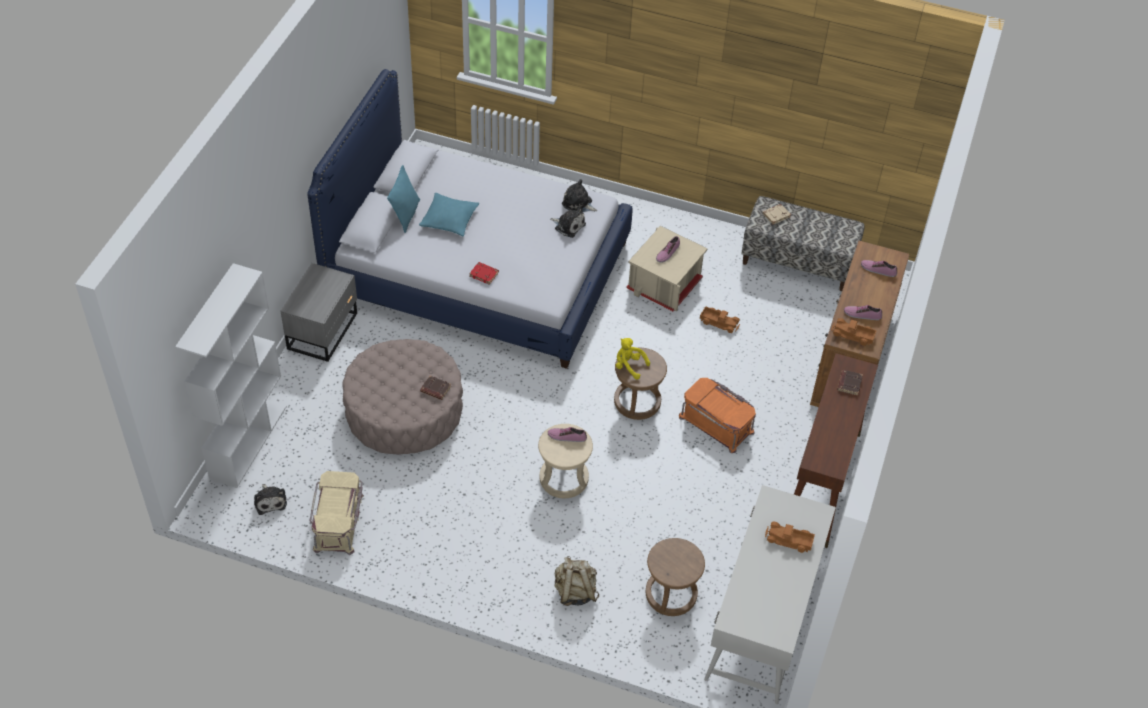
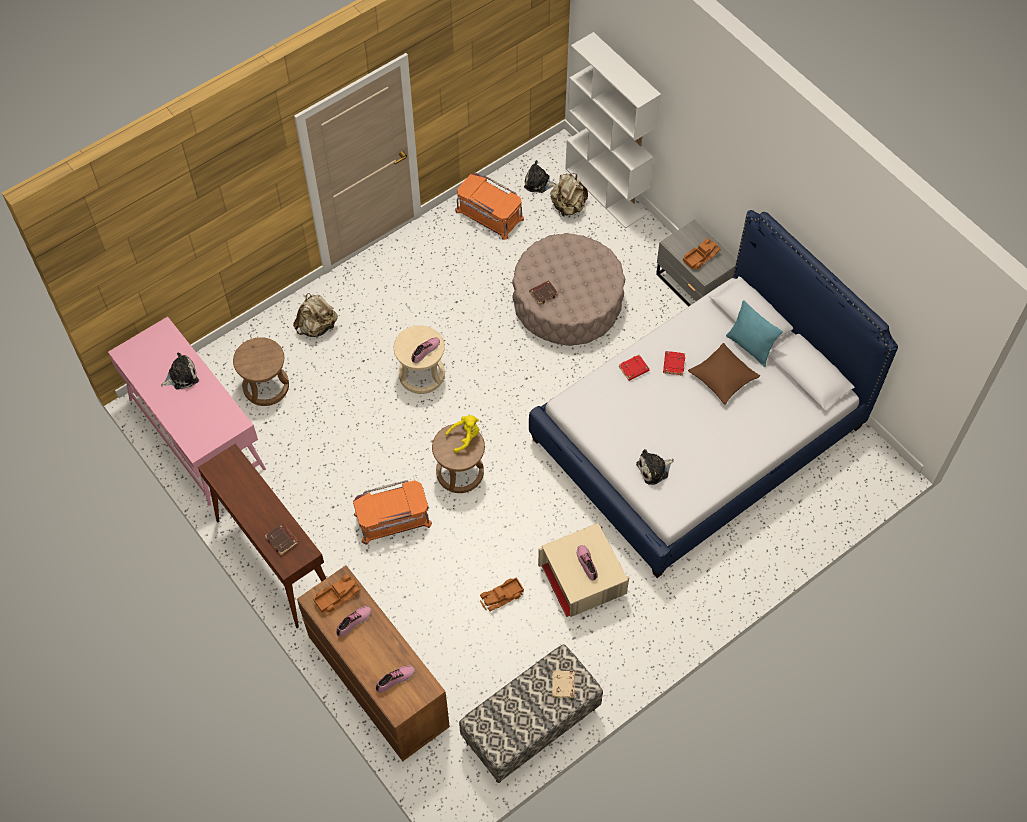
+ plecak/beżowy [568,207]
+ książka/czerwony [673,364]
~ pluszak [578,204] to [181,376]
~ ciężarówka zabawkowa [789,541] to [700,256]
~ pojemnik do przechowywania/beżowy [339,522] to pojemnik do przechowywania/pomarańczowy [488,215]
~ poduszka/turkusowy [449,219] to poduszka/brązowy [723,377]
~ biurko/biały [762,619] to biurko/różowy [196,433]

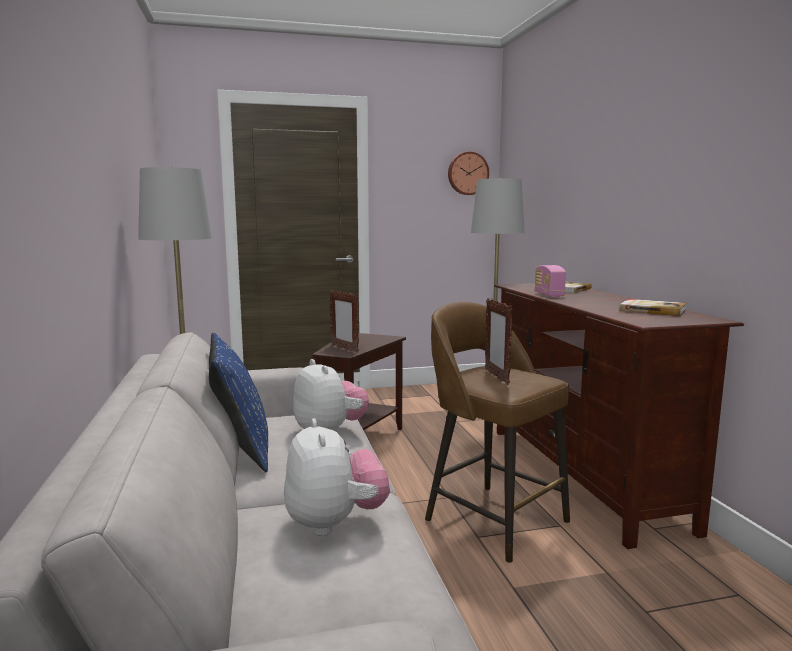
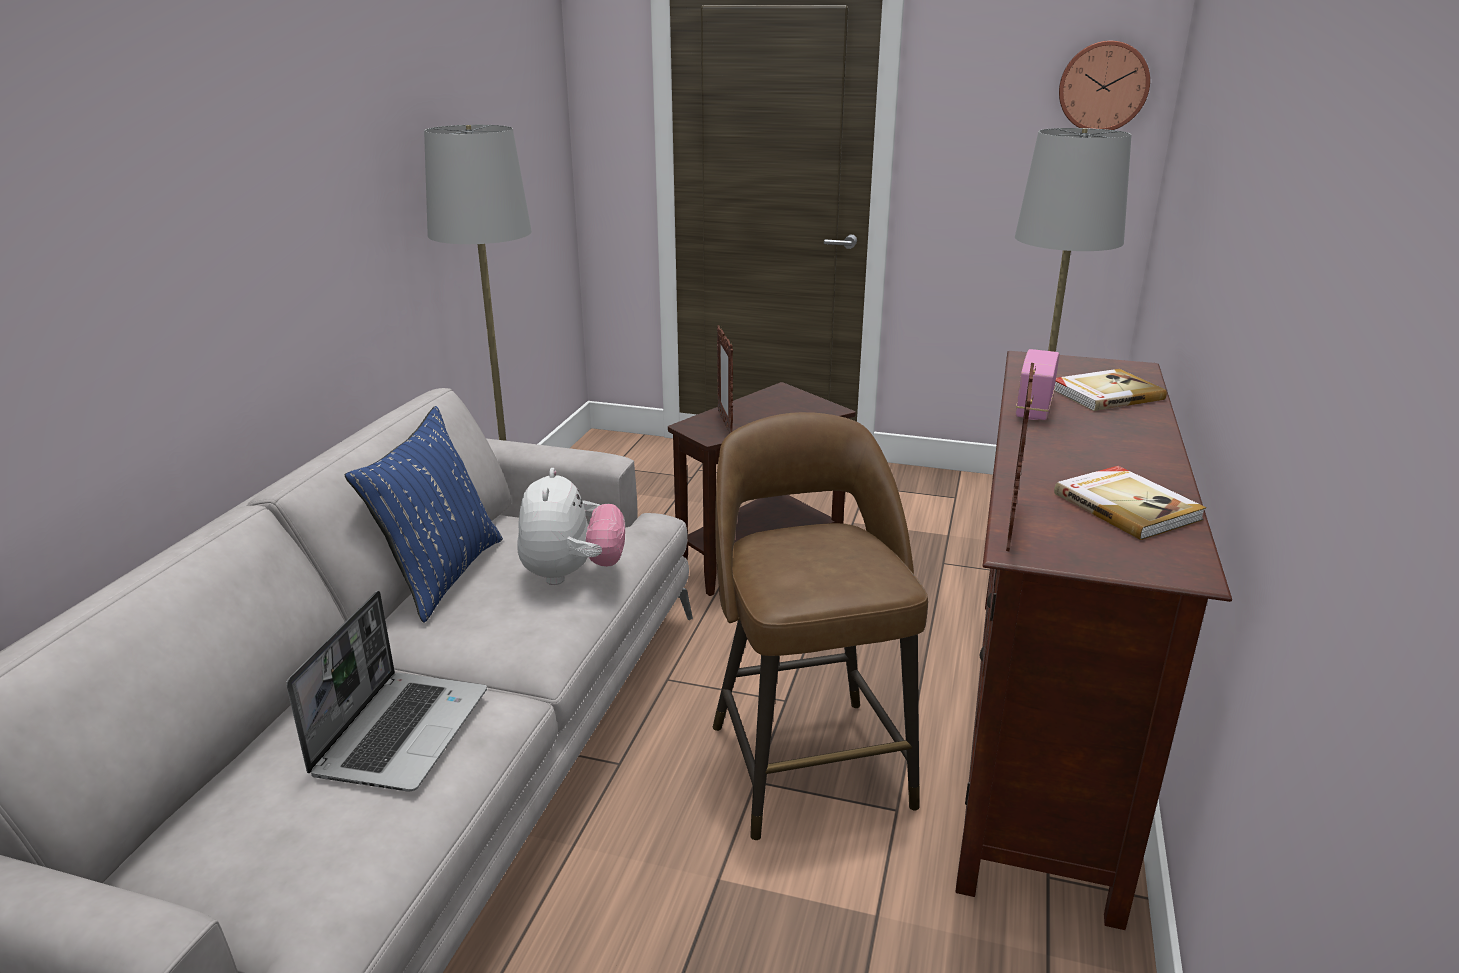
~ ramka na zdjęcie [496,377] to [1011,525]
~ pluszak [335,523] to laptop [401,731]

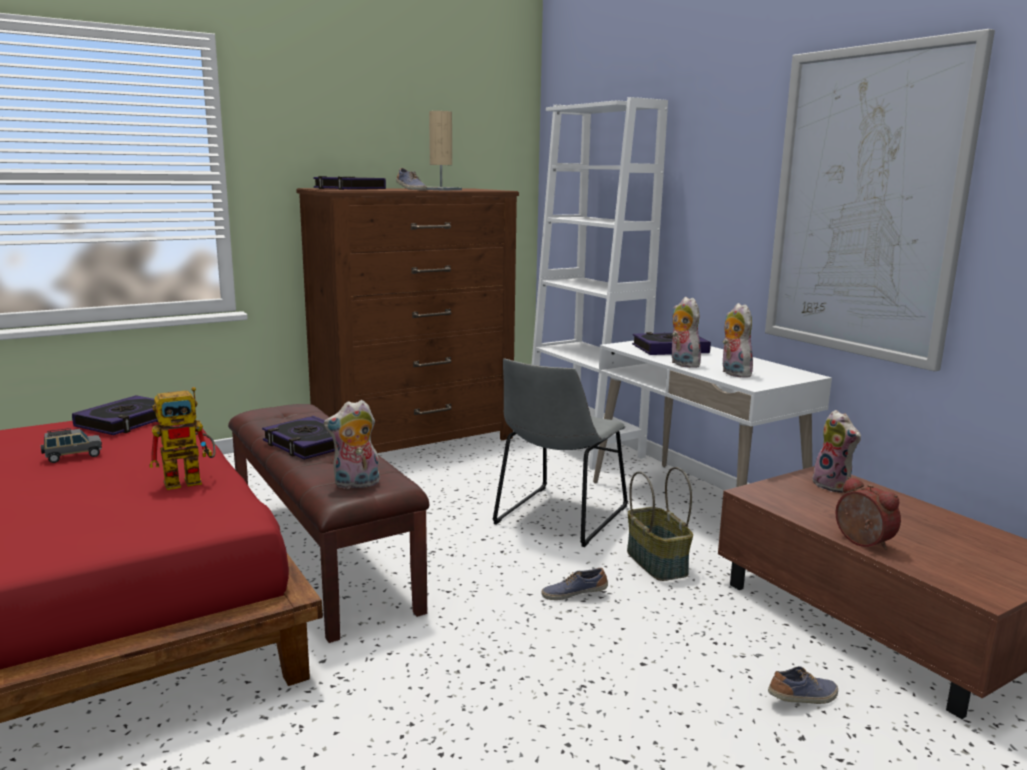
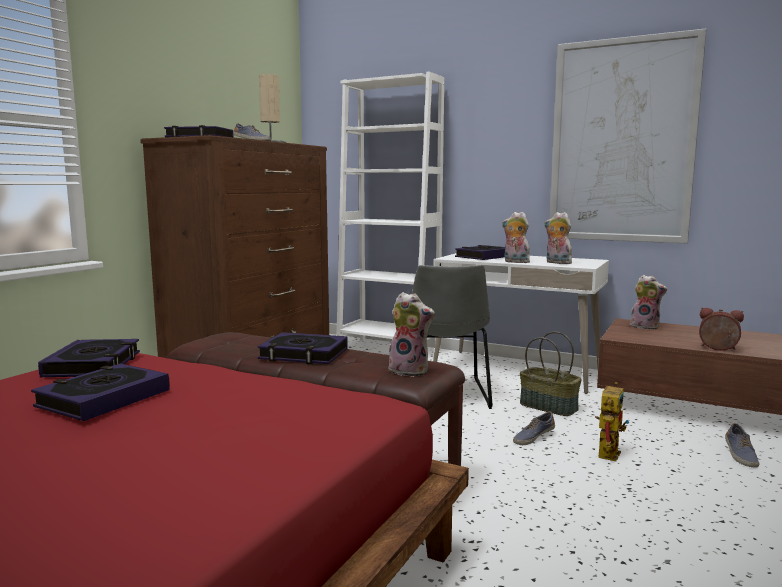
~ robot zabawkowy [191,480] to [607,451]
~ samochodzik/szary [73,456] to książka [103,399]
~ pluszak [356,484] = [410,371] 105 degrees counterclockwise
~ but [803,699] = [739,455] 150 degrees clockwise

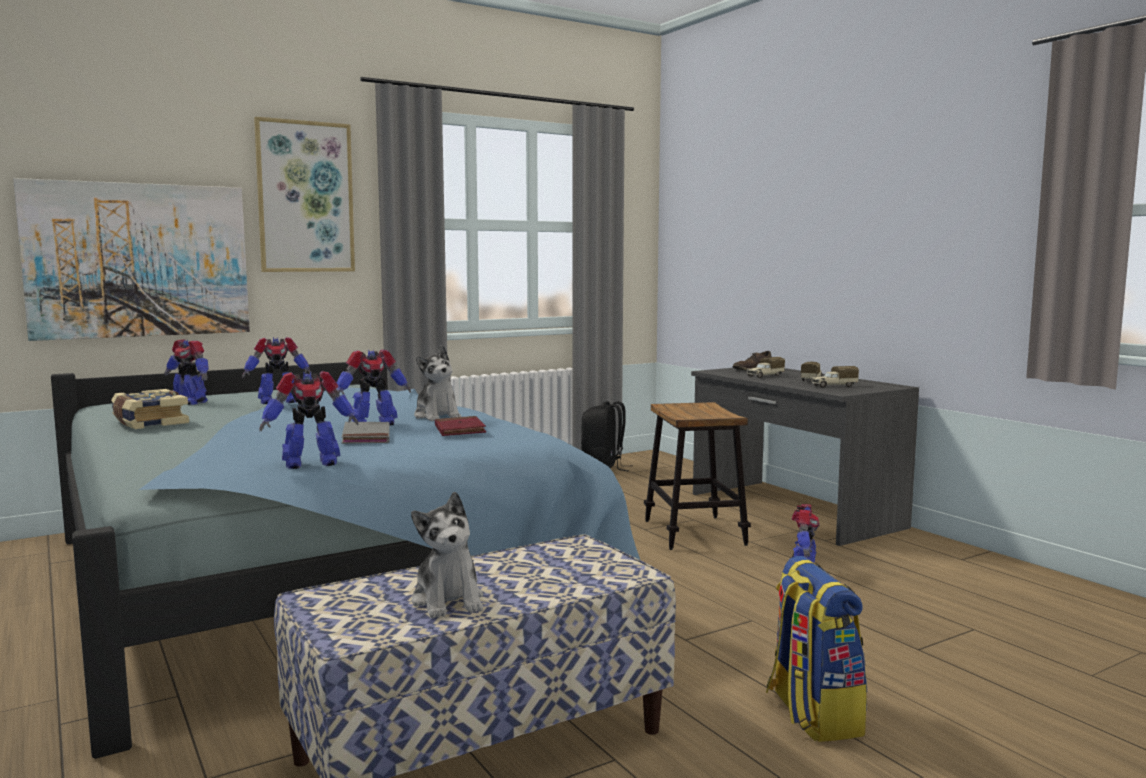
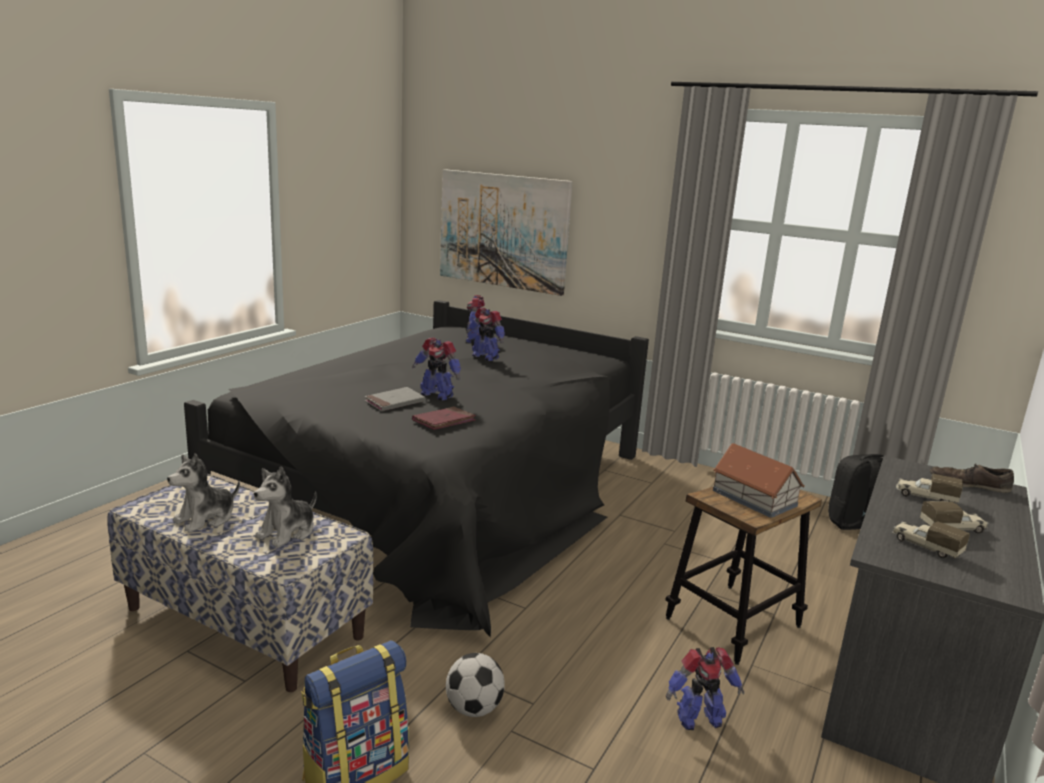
- książka [148,423]
- obraz [305,197]
- robot zabawkowy [310,463]
+ piłka futbolowa [473,709]
+ domek [754,497]
~ pluszak [437,416] to [287,532]
~ łóżko/niebieski [316,580] to łóżko/czarny [445,490]

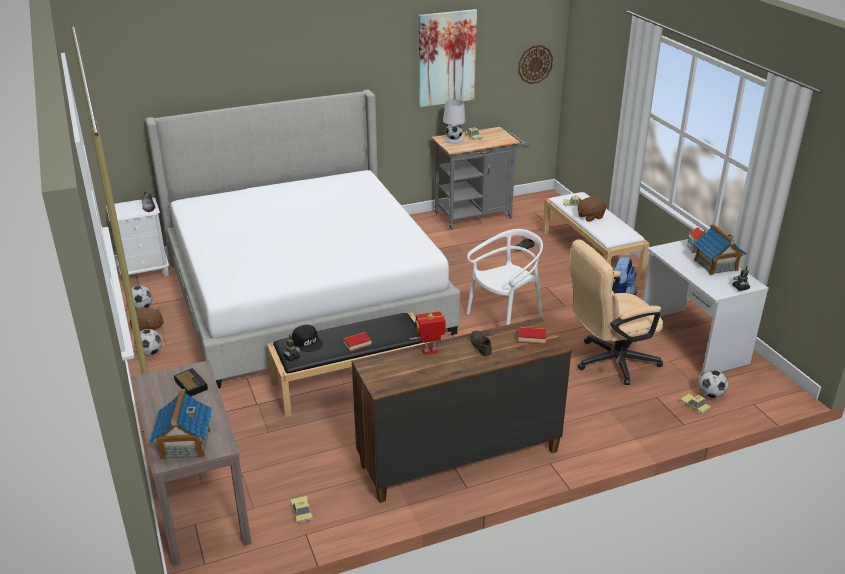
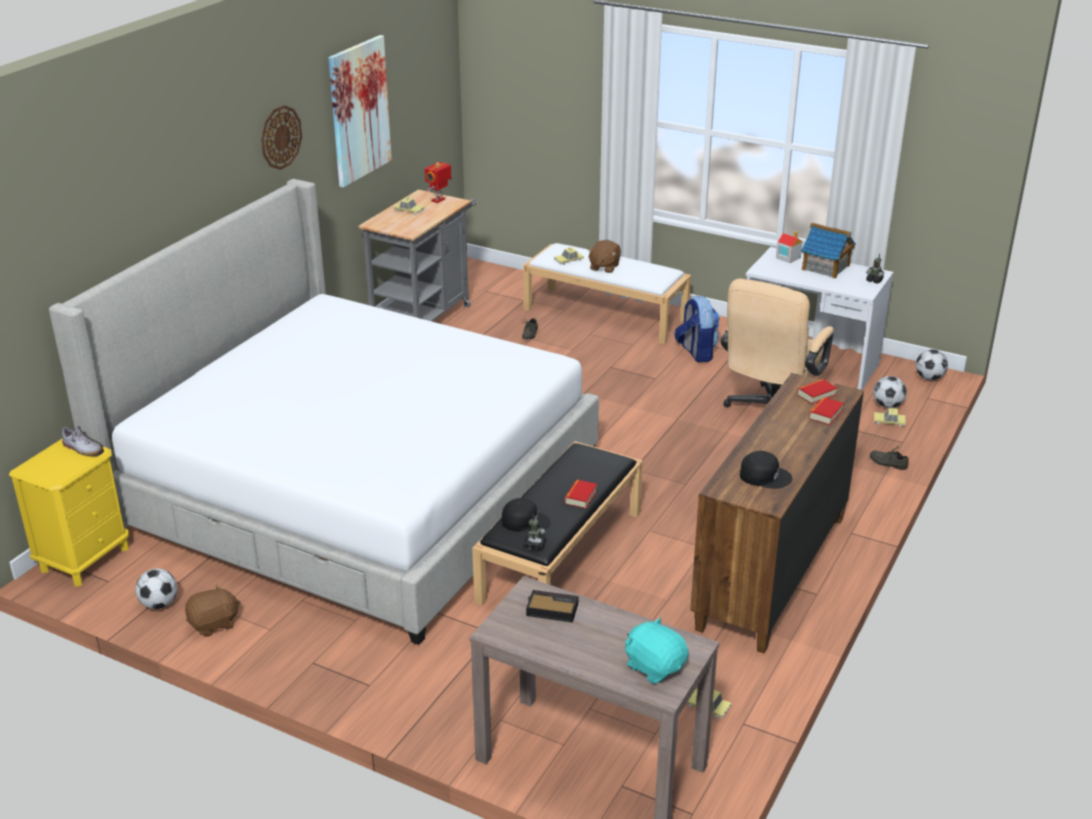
- lampa stołowa/biały [453,140]
- krzesło/biały [505,317]
+ czapka z daszkiem/czarny [764,476]
+ książka [825,414]
~ piłka futbolowa [150,353] to [929,378]
~ robot zabawkowy [430,351] to [439,200]
~ but/szary [482,346] to [888,462]
~ zegar ścienny [535,64] to [280,137]
~ domek [185,444] to pluszak/turkusowy [654,666]
~ szafka nocna/biały [145,272] to szafka nocna/żółty [85,559]

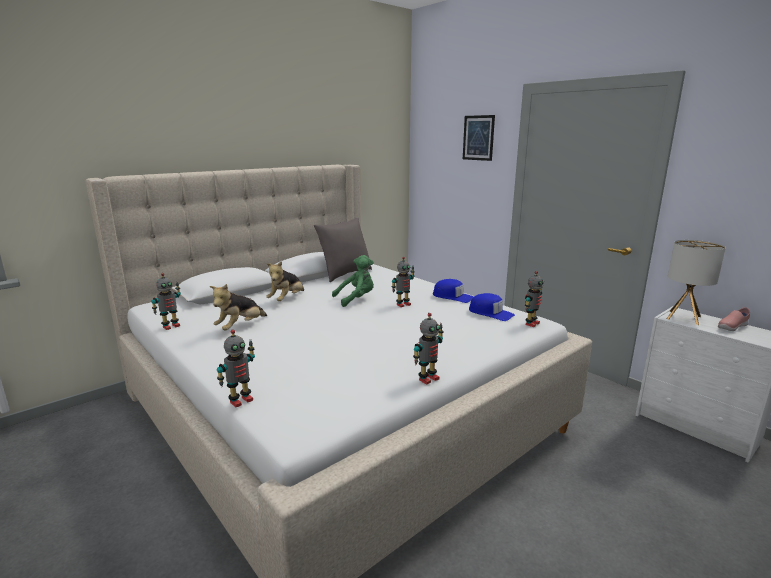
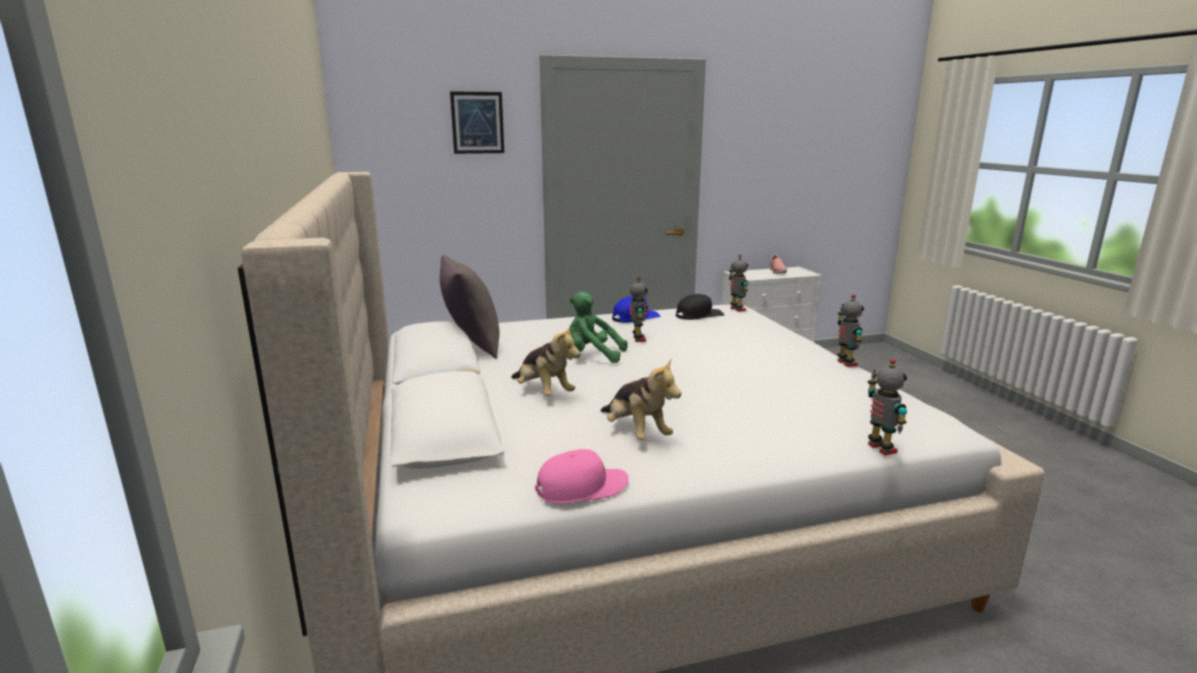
- lampa stołowa [684,317]
~ robot zabawkowy [171,326] to czapka z daszkiem/różowy [582,488]
~ czapka z daszkiem/niebieski [491,313] to czapka z daszkiem/czarny [699,315]
~ pluszak/zielony [356,299] = [592,355] 75 degrees counterclockwise

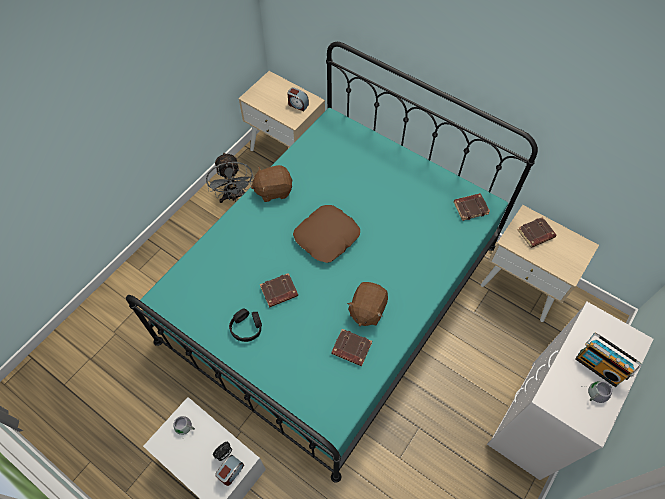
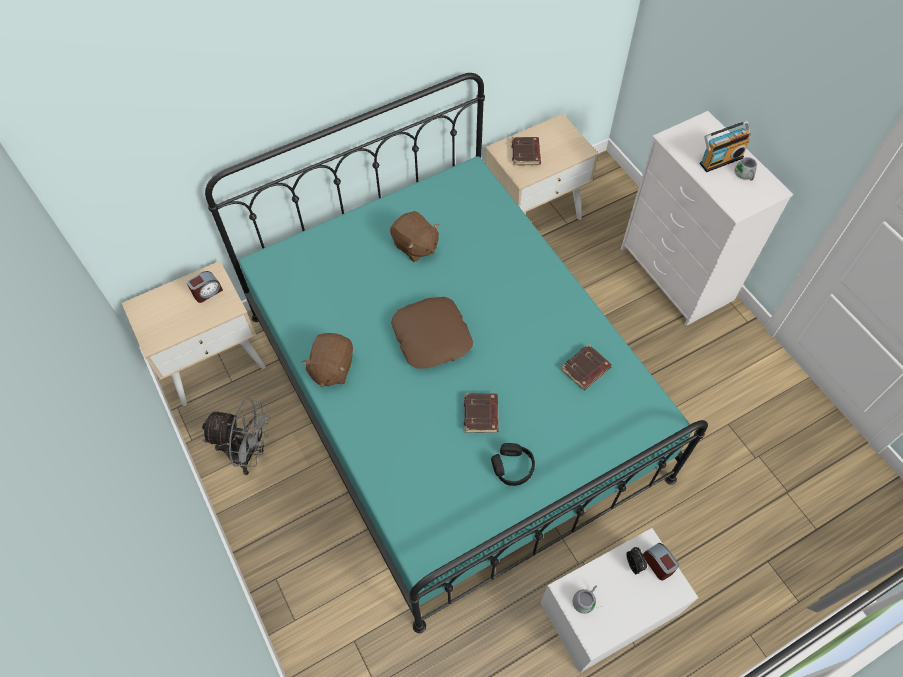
- książka/brązowy [470,208]
~ pluszak/brązowy [367,310] to [415,246]

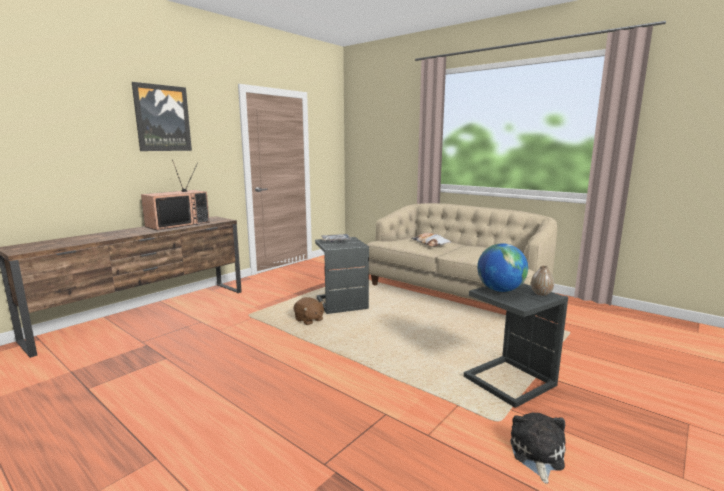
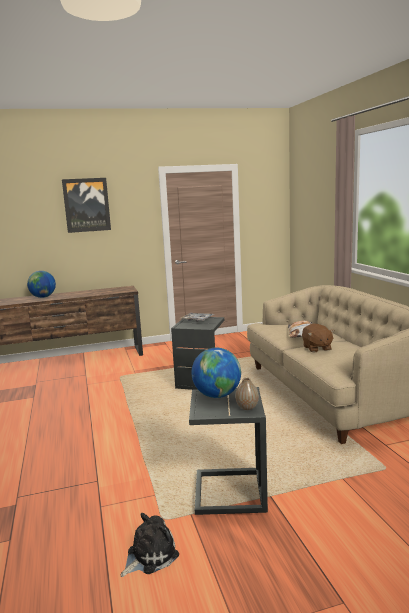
- telewizor [178,224]
+ globus [43,297]
~ pluszak/brązowy [309,320] to [316,348]

